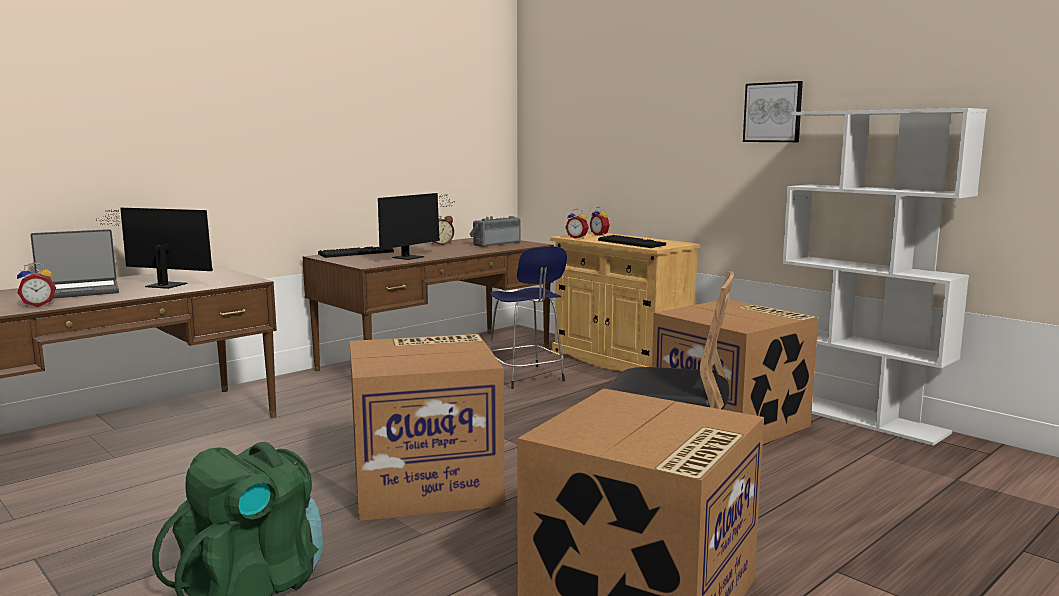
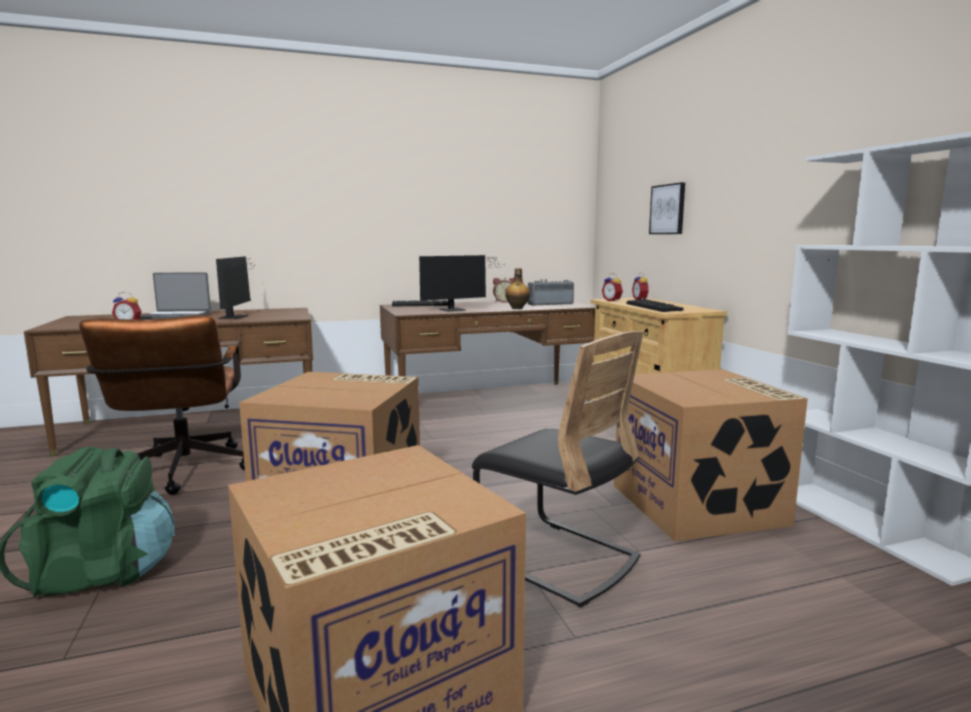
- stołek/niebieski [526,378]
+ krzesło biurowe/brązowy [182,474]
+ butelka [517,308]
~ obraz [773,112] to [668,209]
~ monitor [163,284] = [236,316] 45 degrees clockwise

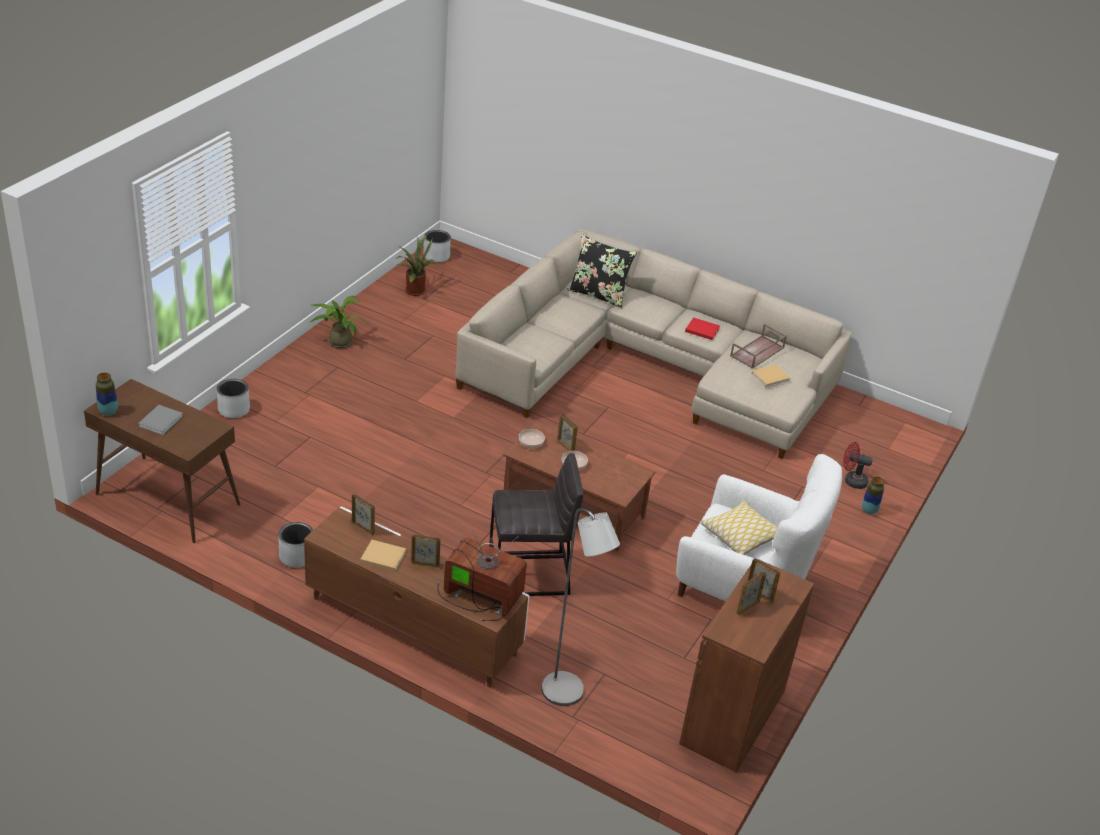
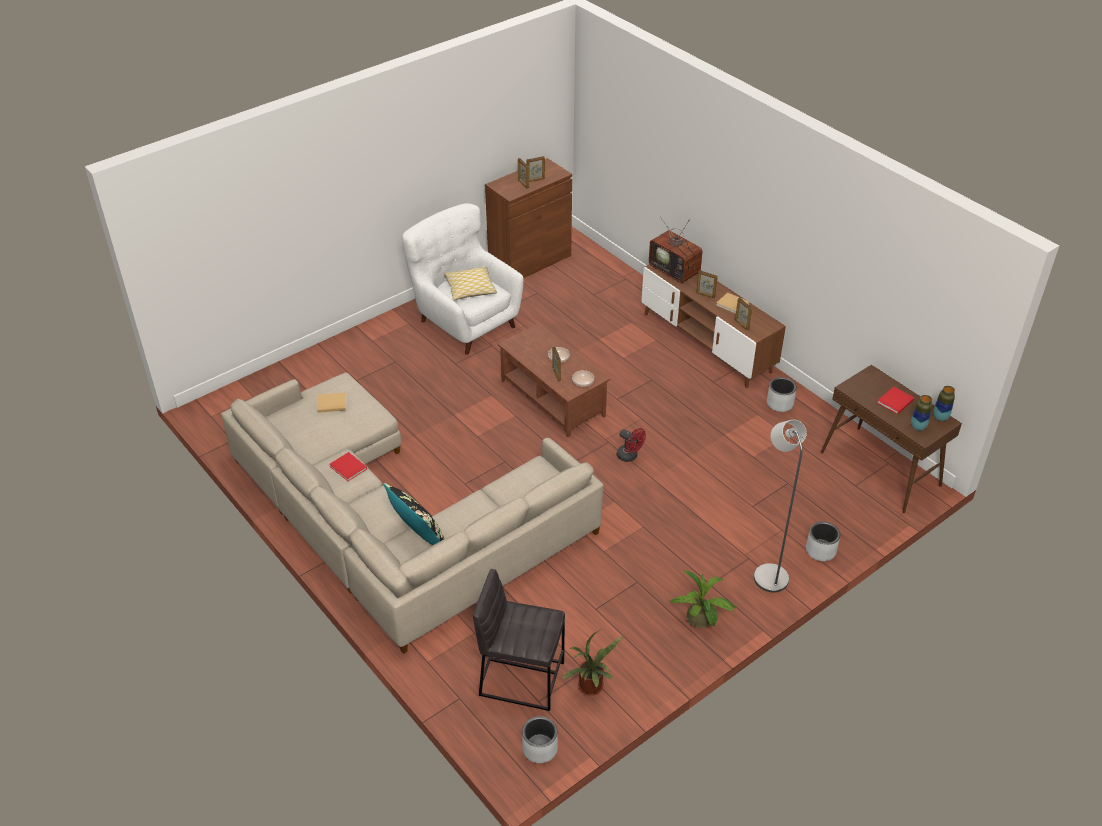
- taca/brązowy [757,352]
~ stołek/szary [529,574] to [521,678]
~ lampa stojąca/szary [567,695] to [768,573]
~ wentylator/czerwony [851,481] to [630,456]
~ wazon [869,510] to [918,427]
~ książka/szary [161,420] to książka/czerwony [894,402]

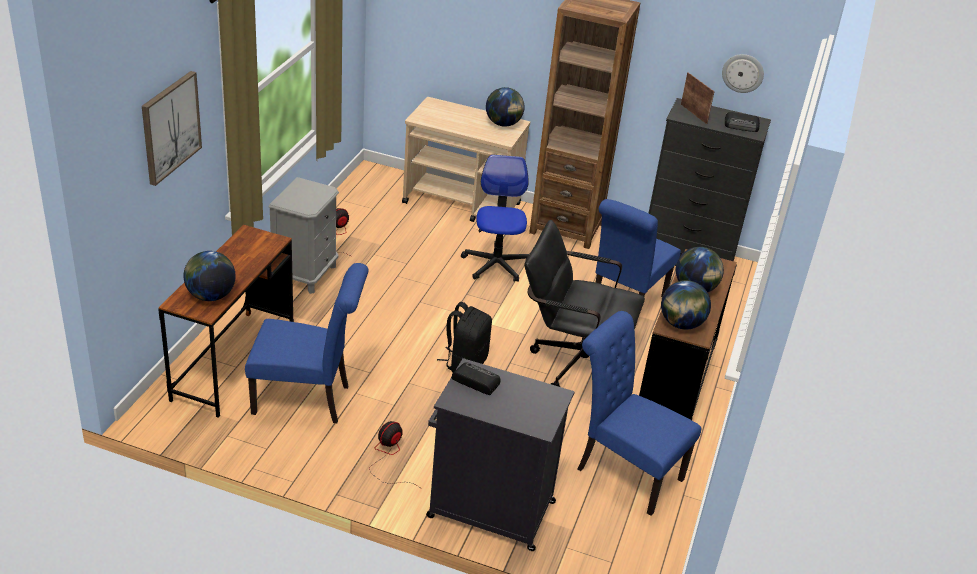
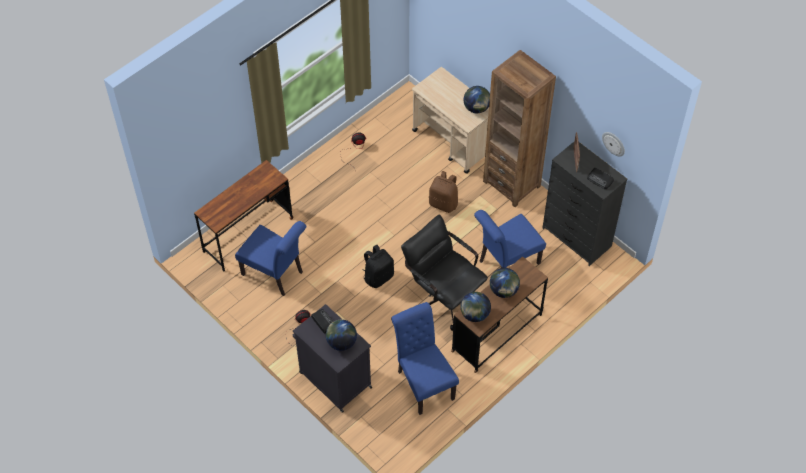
- obraz [170,127]
- szafka nocna/szary [305,274]
~ globus [210,296] to [341,342]
~ krzesło biurowe [496,264] to plecak/brązowy [444,203]

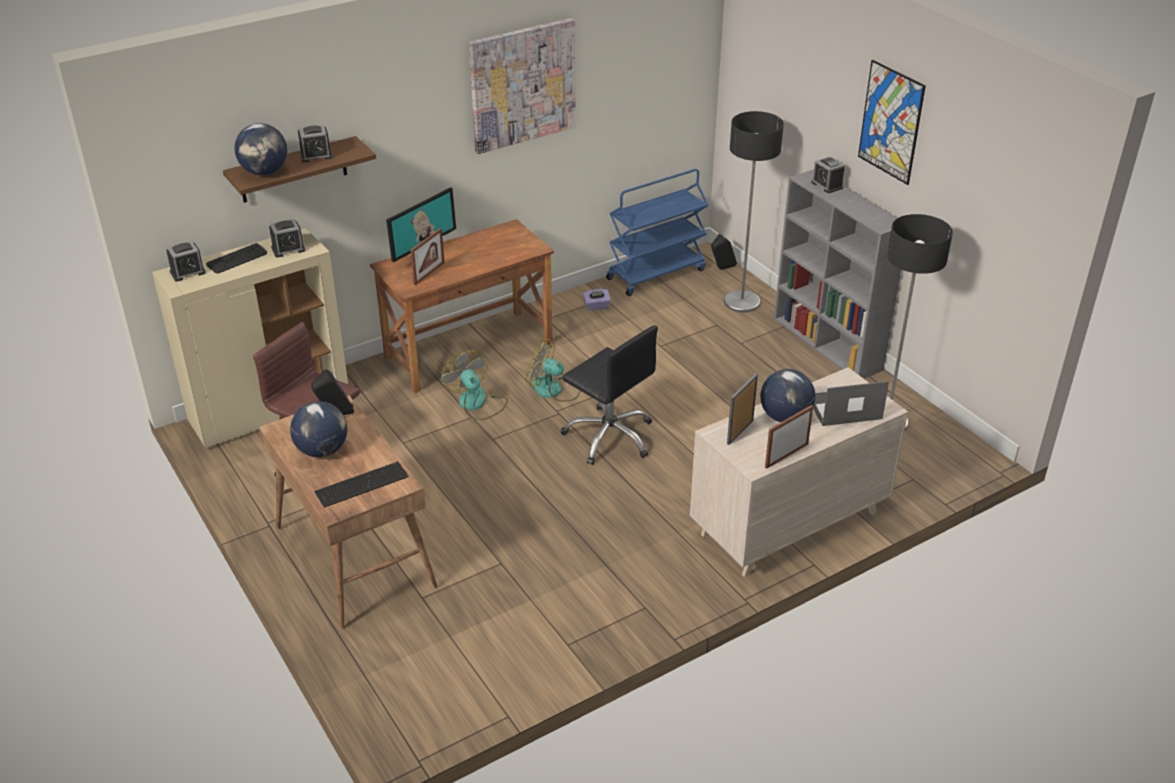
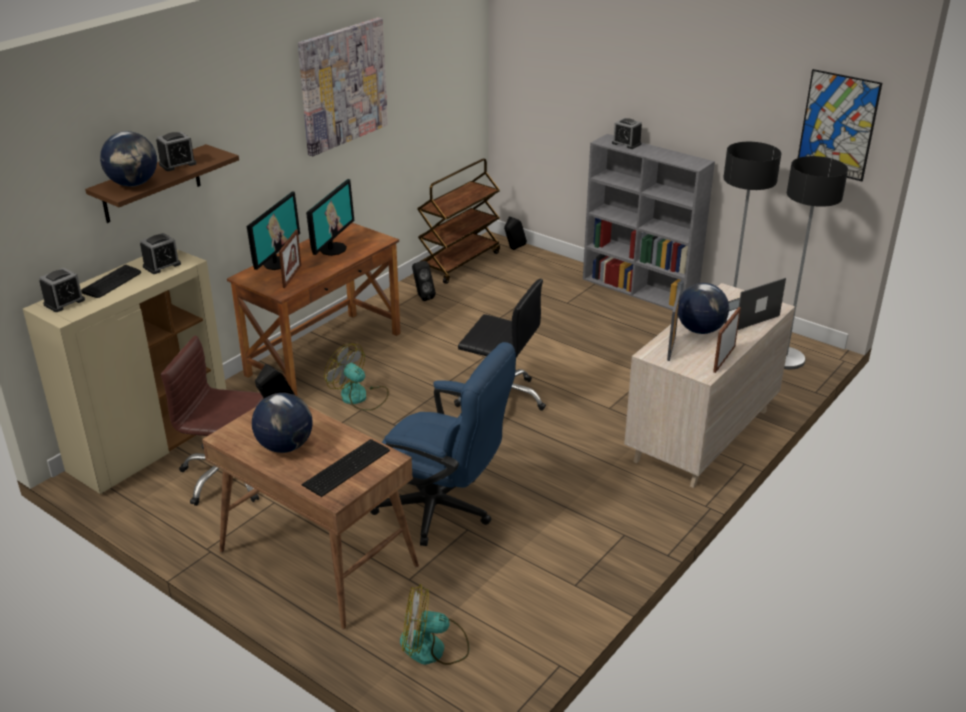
+ monitor [332,249]
+ krzesło biurowe/niebieski [444,510]
~ wentylator [554,389] to [433,647]
~ lampa stojąca [742,302] to [785,359]
~ obraz [891,122] to [838,125]
~ pudełko chusteczek/fioletowy [596,306] to głośnik/czarny [422,297]
~ wózek/niebieski [656,274] to wózek/brązowy [459,262]

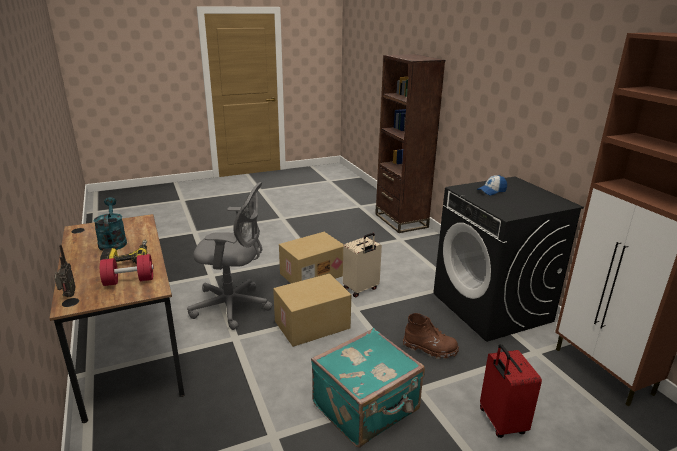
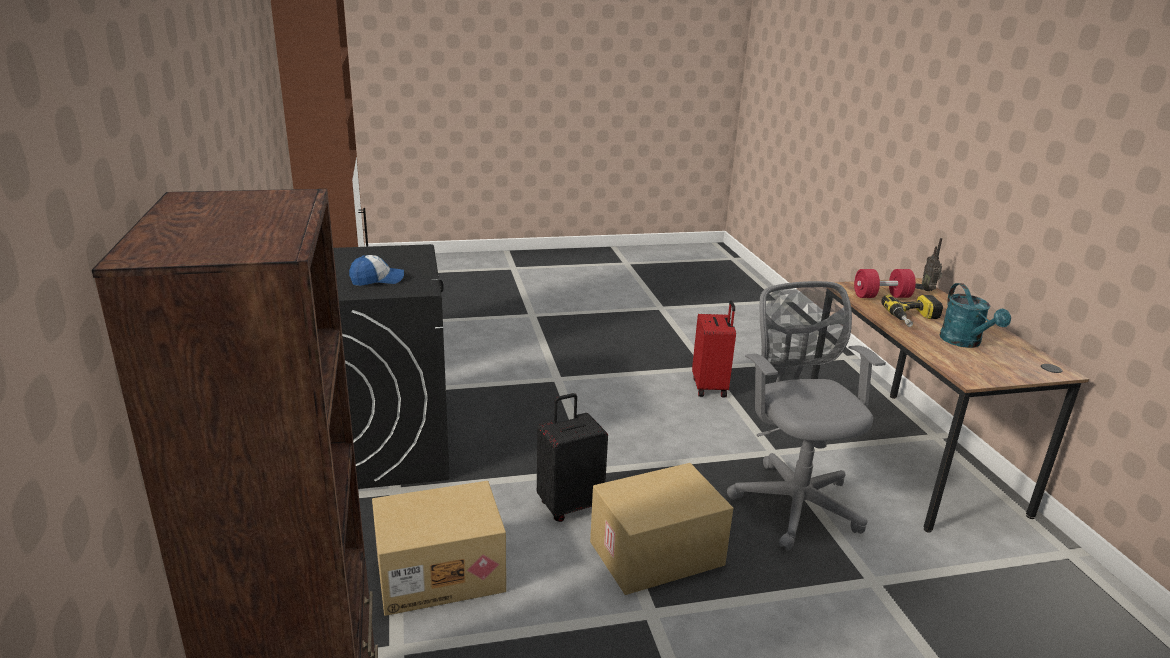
- walizka/turkusowy [367,408]
- but z cholewką/brązowy [430,349]
~ karton [312,325] to [441,572]
~ walizka/czerwony [500,422] to [710,387]
~ walizka/beżowy [361,289] to walizka/czarny [570,505]
~ krzesło biurowe/szary [234,306] = [793,500] 60 degrees clockwise

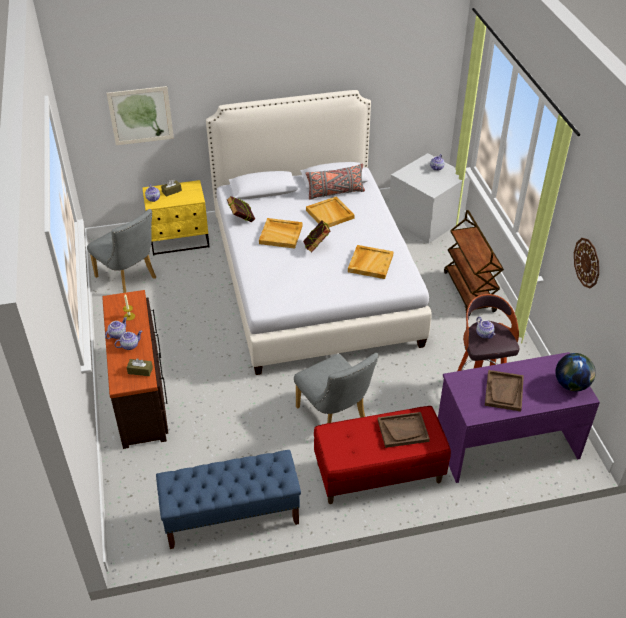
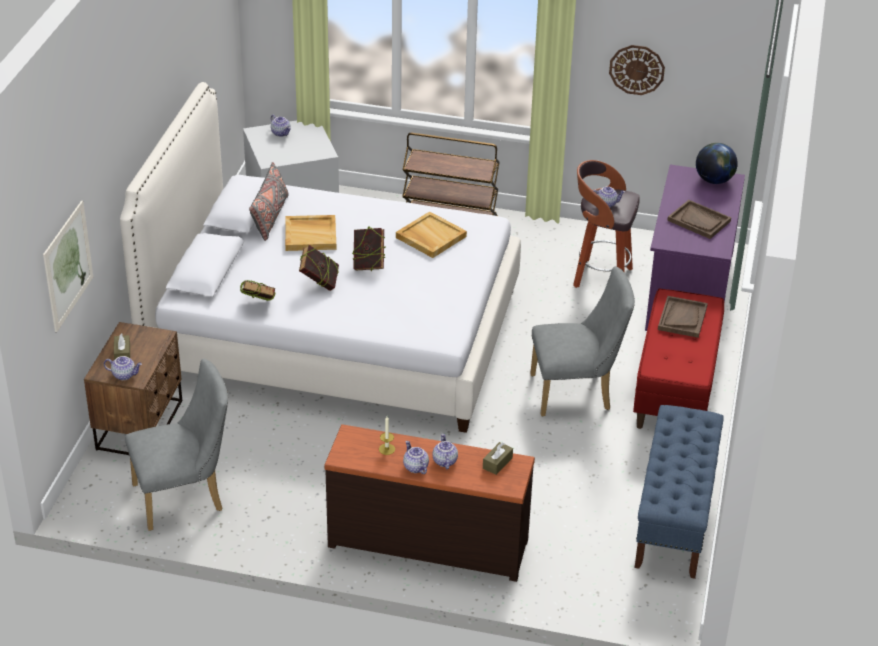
~ taca/beżowy [281,234] to książka [319,284]
~ szafka nocna/żółty [180,241] to szafka nocna/brązowy [141,425]

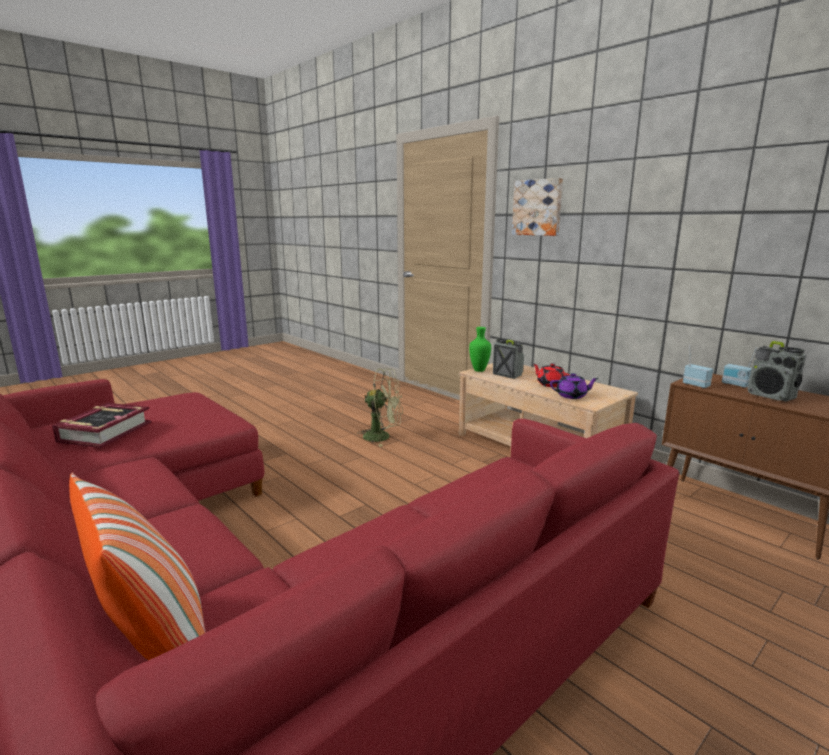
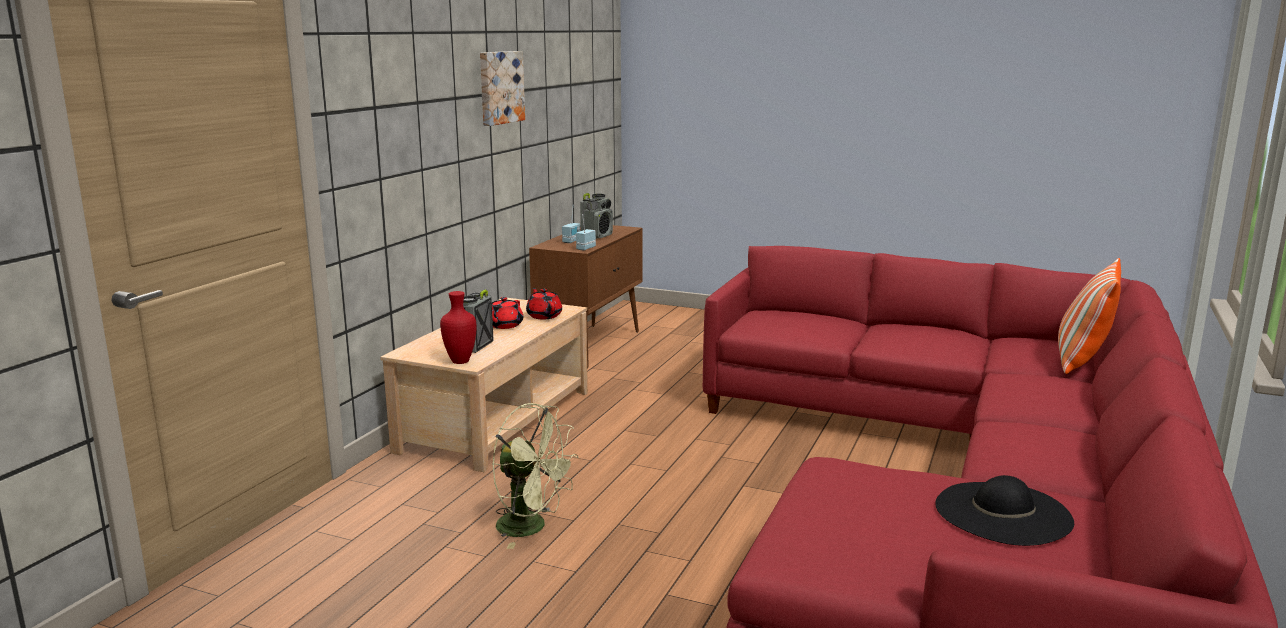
~ obraz [538,207] to [499,87]
~ książka [105,432] to kapelusz/czarny [1003,513]
~ wazon/zielony [480,370] to wazon/czerwony [460,361]
~ imbryk/fioletowy [572,396] to imbryk/czerwony [544,316]
~ wentylator/zielony [383,437] = [531,527] 135 degrees clockwise

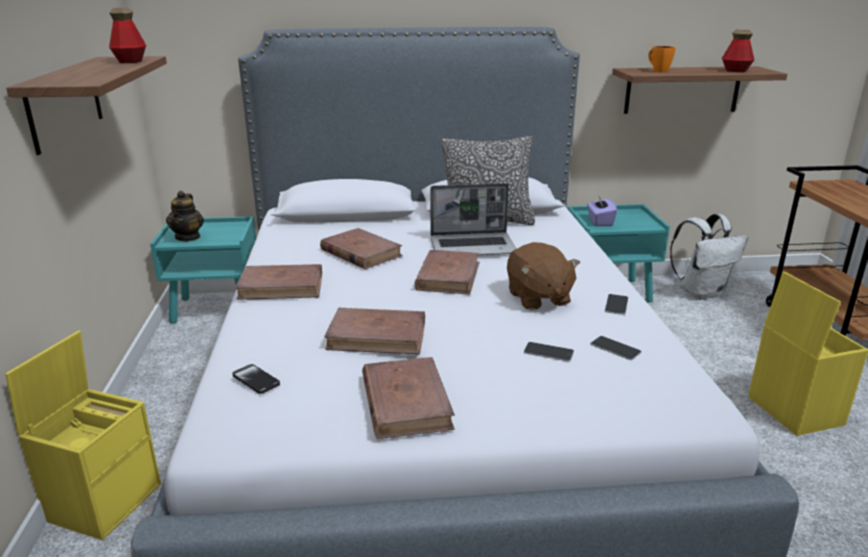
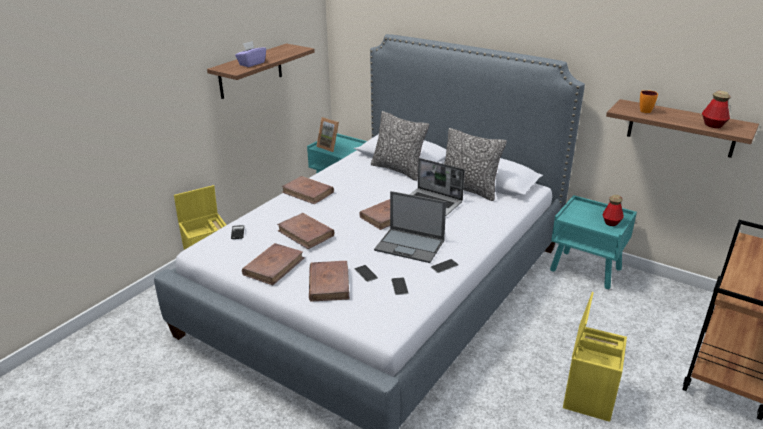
- plecak/biały [701,292]
+ poduszka [398,170]
~ butelka [130,61] to [611,222]
~ książka/brązowy [361,252] to [329,283]
~ pudełko chusteczek/fioletowy [600,222] to [251,64]
~ imbryk [188,237] to ramka na zdjęcie [330,147]
~ pluszak/brązowy [538,298] to laptop [410,245]

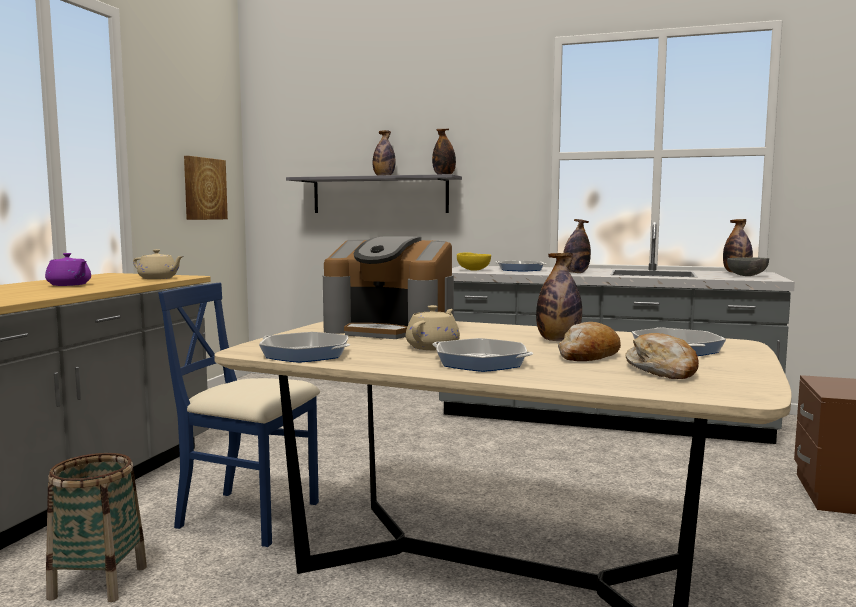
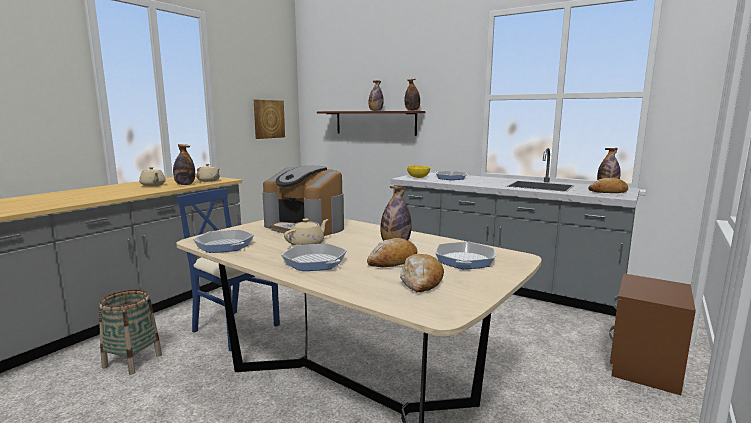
~ butelka [575,273] to [185,184]
~ miska/szary [747,276] to chleb [608,192]
~ imbryk/fioletowy [69,285] to imbryk/beżowy [153,185]
~ półka/szary [379,195] to półka/brązowy [375,123]

